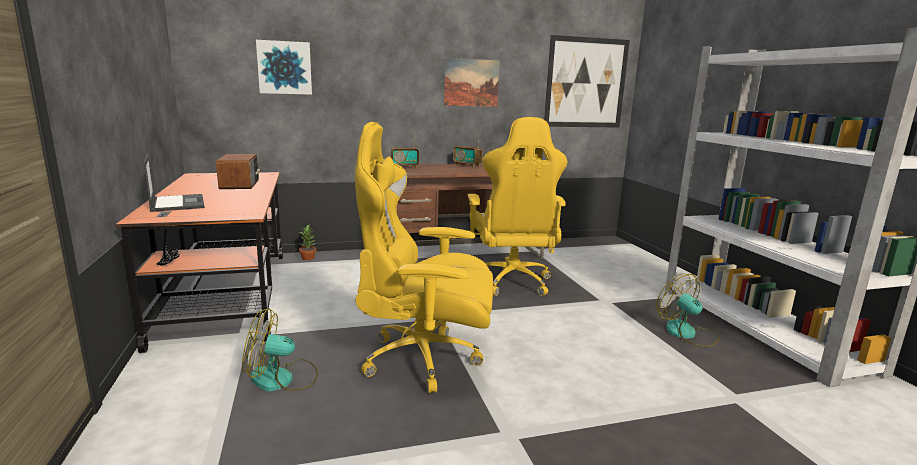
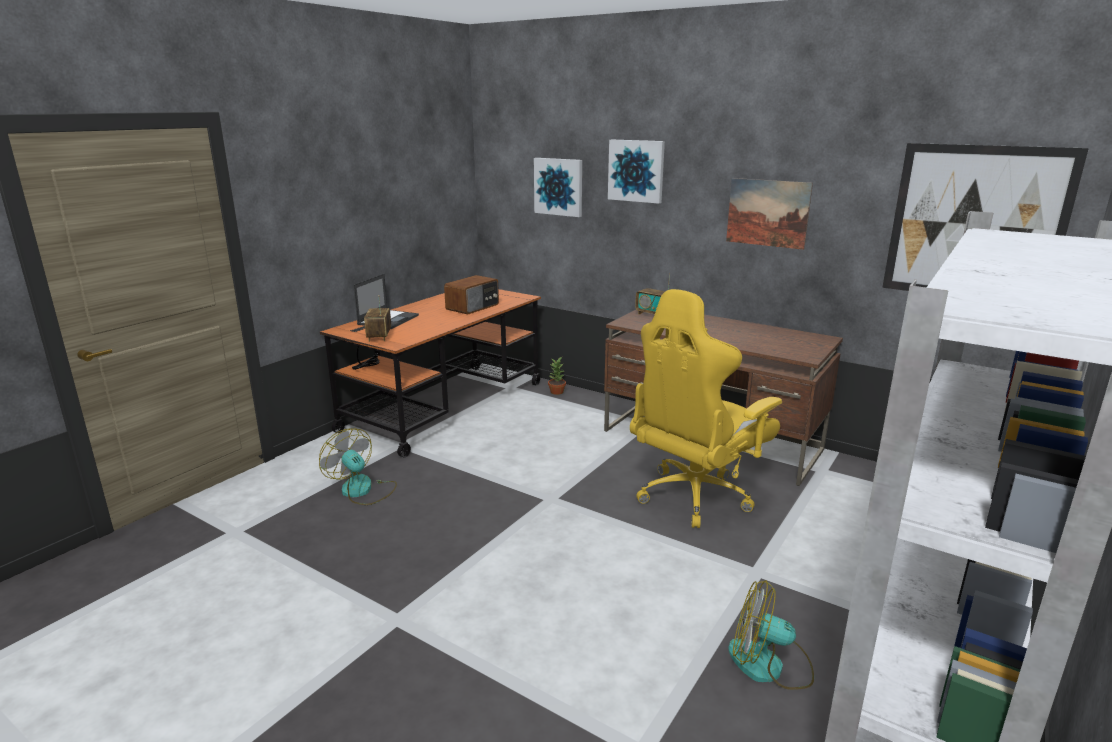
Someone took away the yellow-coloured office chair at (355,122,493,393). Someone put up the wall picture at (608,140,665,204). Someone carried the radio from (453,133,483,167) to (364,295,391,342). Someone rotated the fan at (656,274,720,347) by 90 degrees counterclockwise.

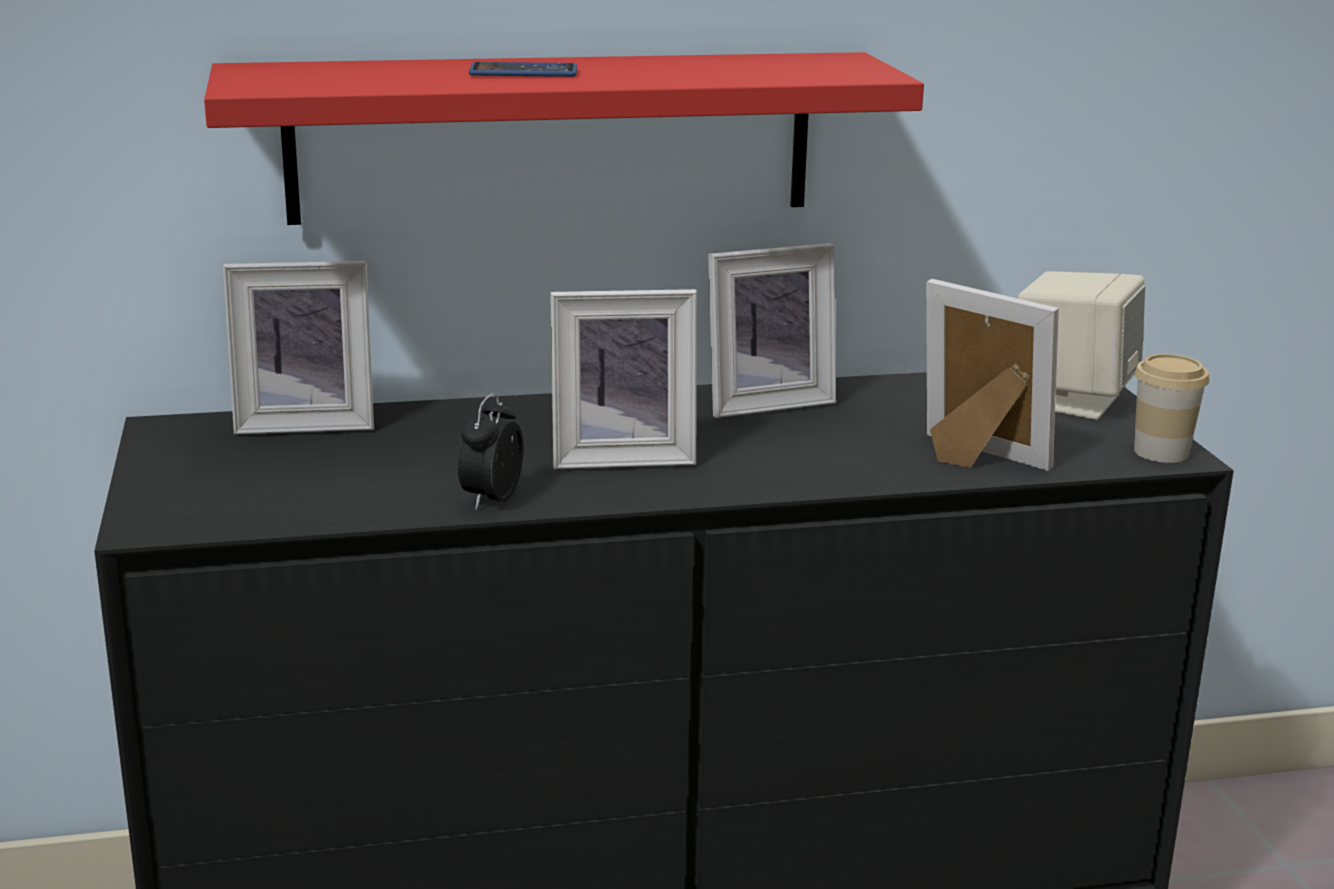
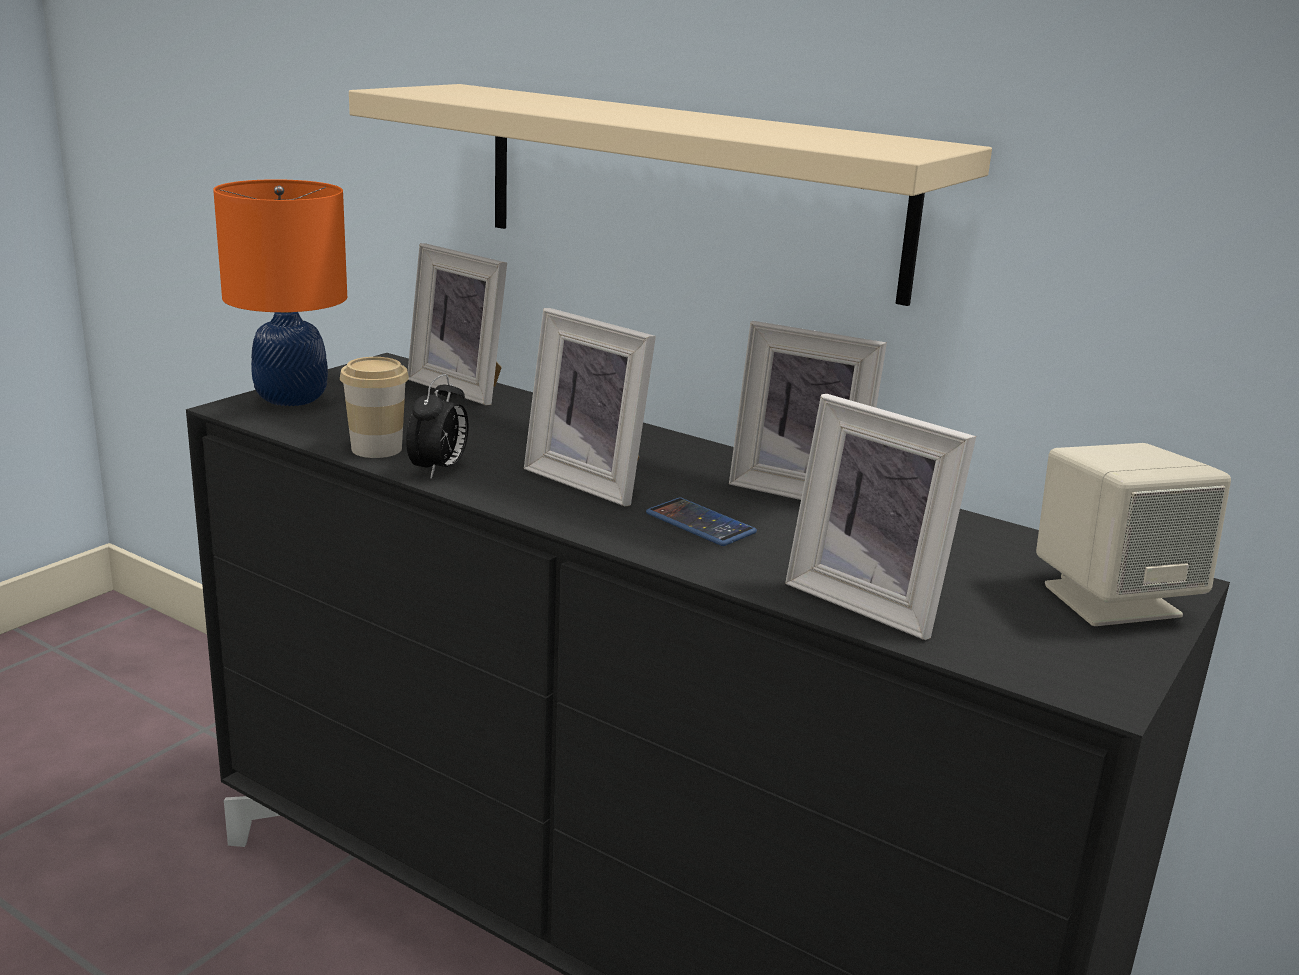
Someone put down the orangey lamp for a table at (213,179,347,406). Someone carried the handset from (469,62,577,77) to (646,498,757,546). Someone carried the cup from (1134,354,1209,463) to (340,357,409,458). Someone repainted the red bracket shelf at (204,52,924,225), which became the sand-coloured bracket shelf at (349,84,992,306). Someone rotated the alarm clock at (458,393,523,510) by 135 degrees clockwise. Someone rotated the photo frame at (926,279,1059,471) by 135 degrees clockwise.

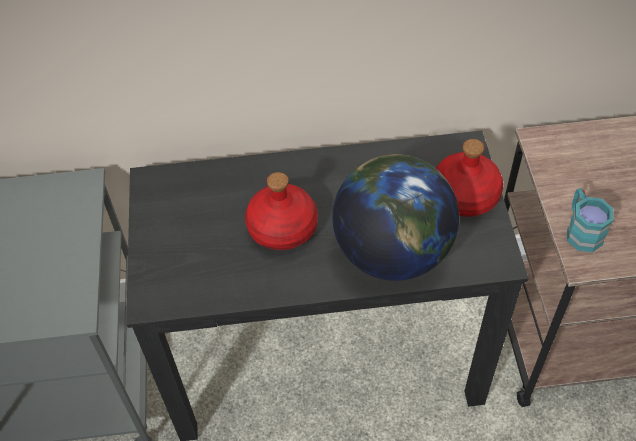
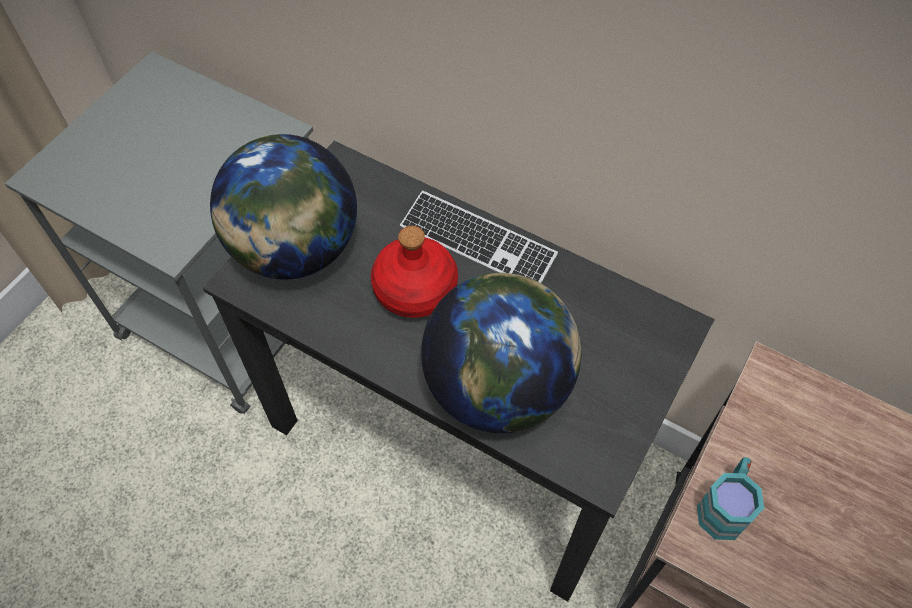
Someone took away the red drink bottle at (436,139,503,217). Someone put down the desk globe at (210,134,357,280). Someone put down the keyboard at (400,191,558,283).

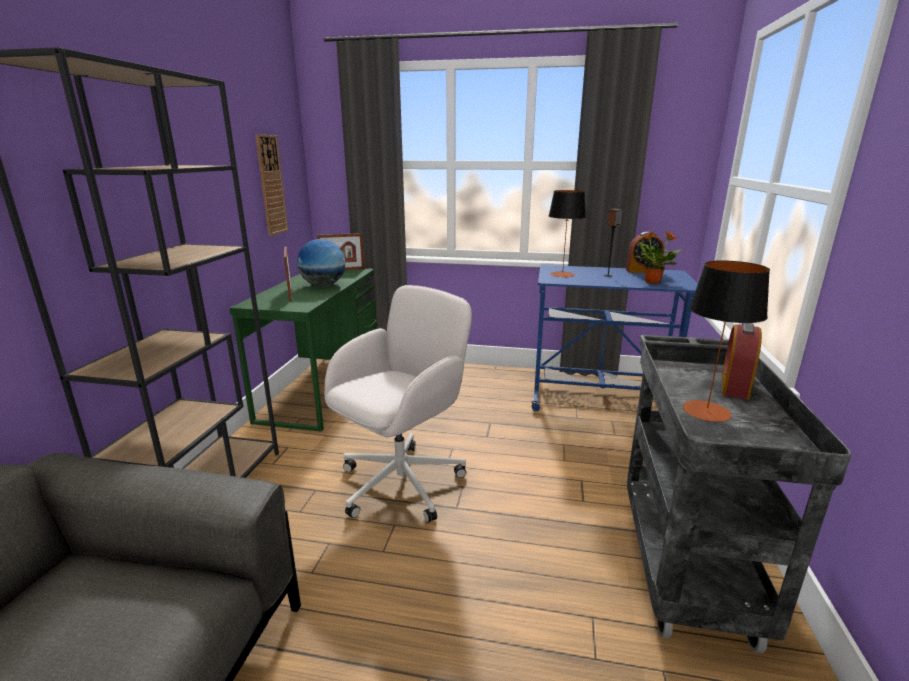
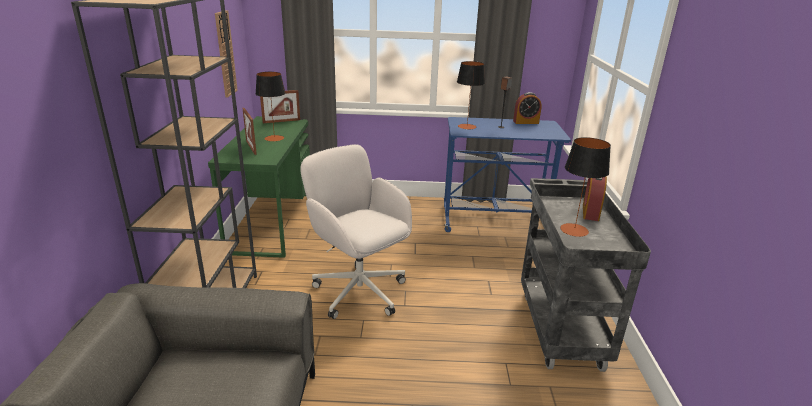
Someone took away the plant in a pot at (634,231,681,284). Someone swapped the desk globe at (297,239,345,287) for the lamp for a table at (256,72,285,142). Someone rotated the white office chair at (324,285,472,522) by 75 degrees counterclockwise.

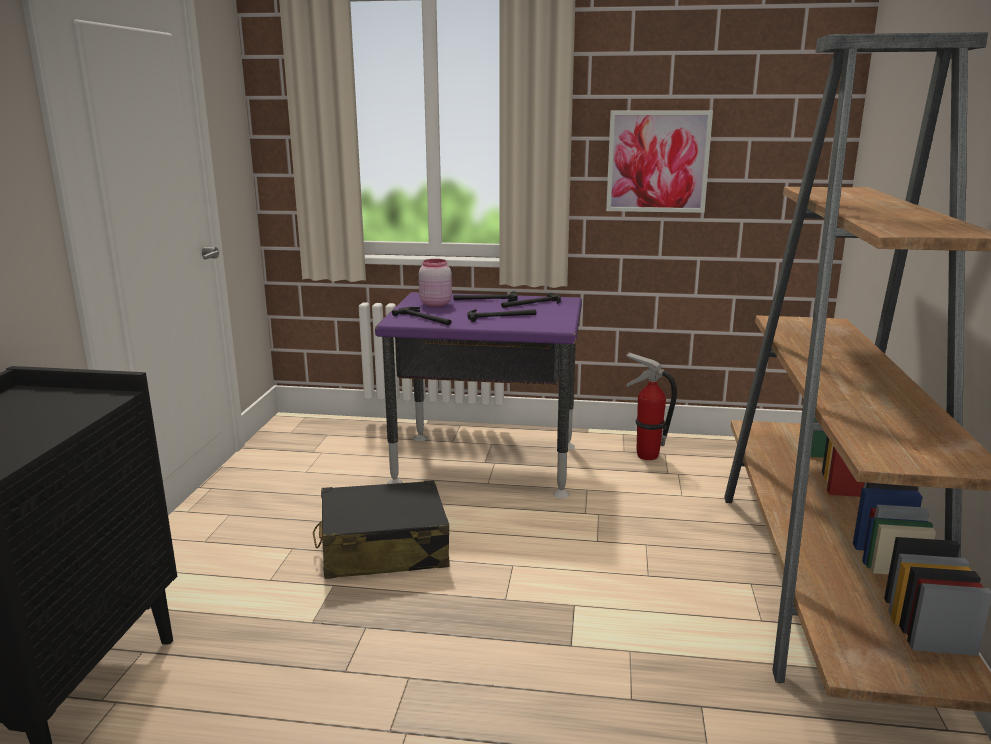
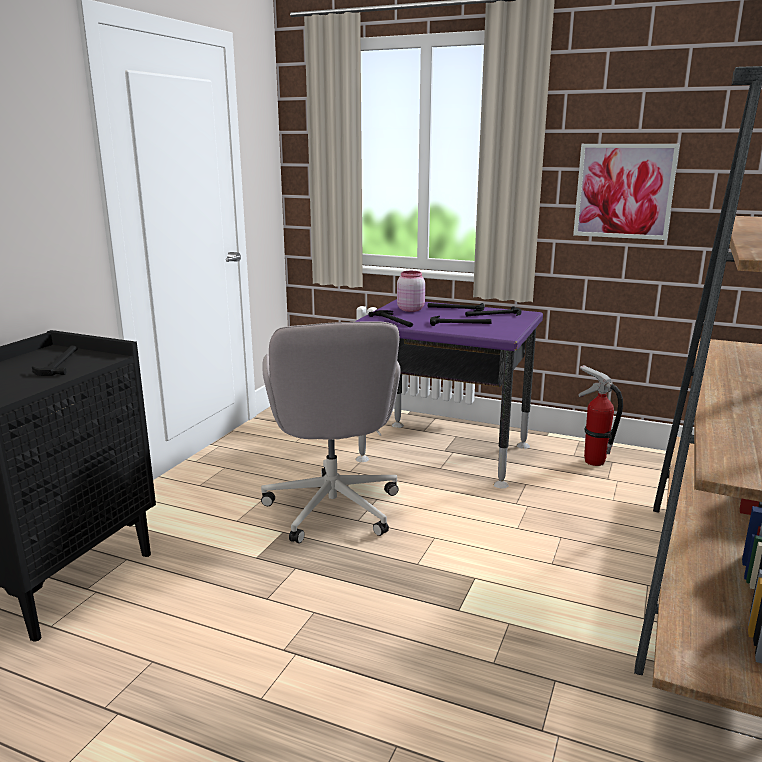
Someone put down the tool hammer at (32,345,78,376). Someone swapped the black piece of luggage at (313,480,450,579) for the grey office chair at (261,322,401,543).

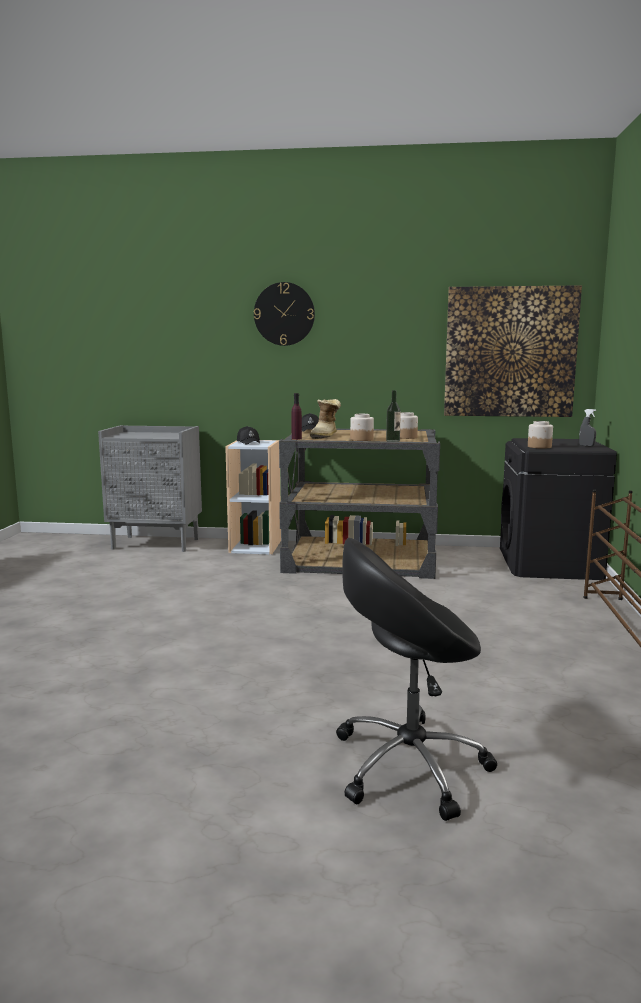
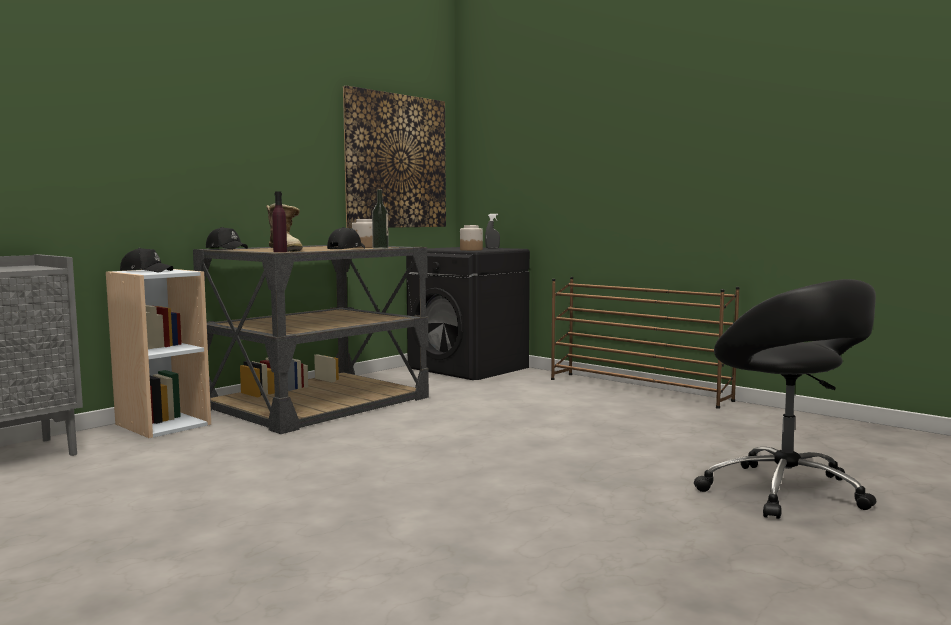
Someone took away the wall clock at (254,282,315,346). Someone swapped the storage jar at (350,414,374,441) for the black baseball cap at (327,227,365,249). Someone rotated the black office chair at (336,538,497,821) by 45 degrees counterclockwise.

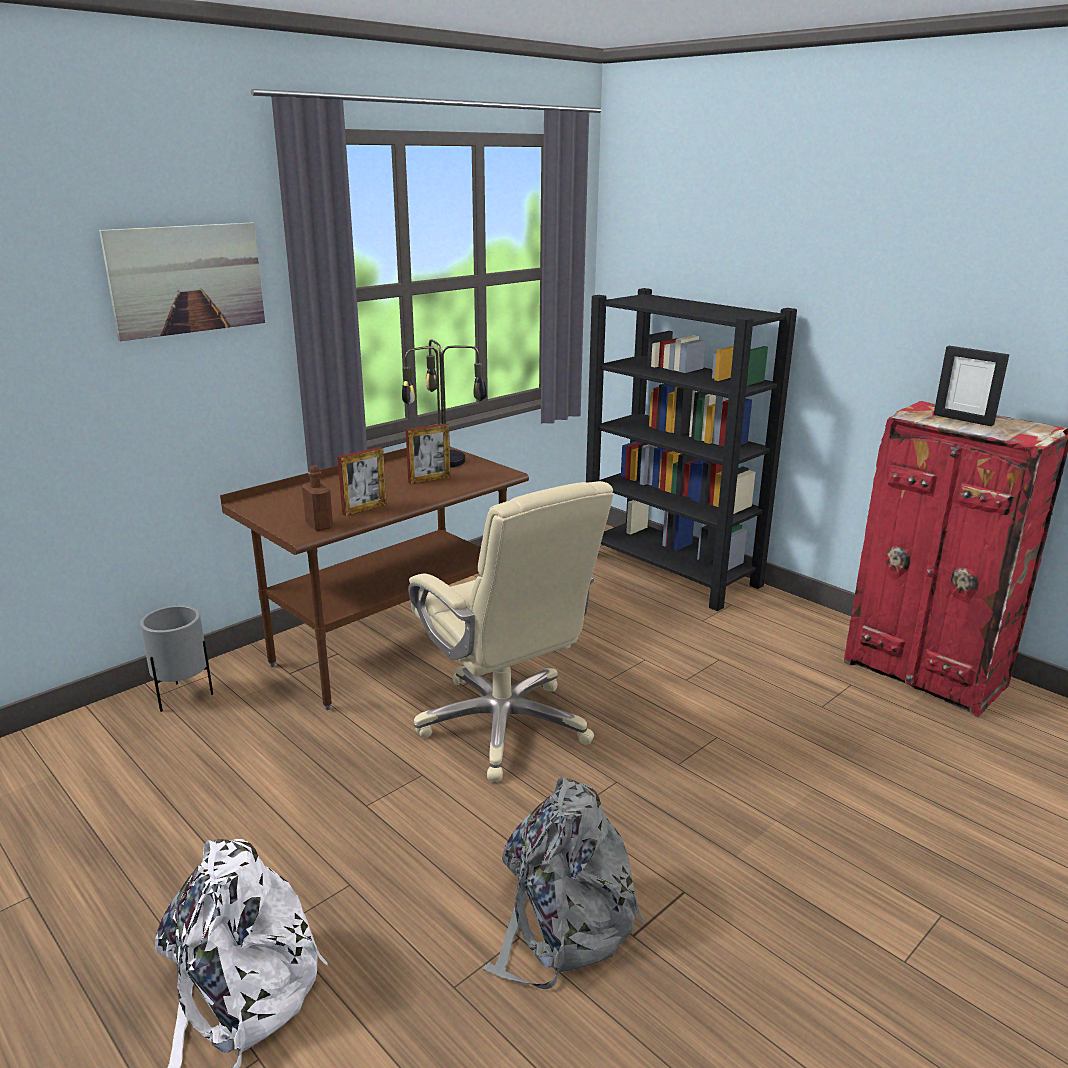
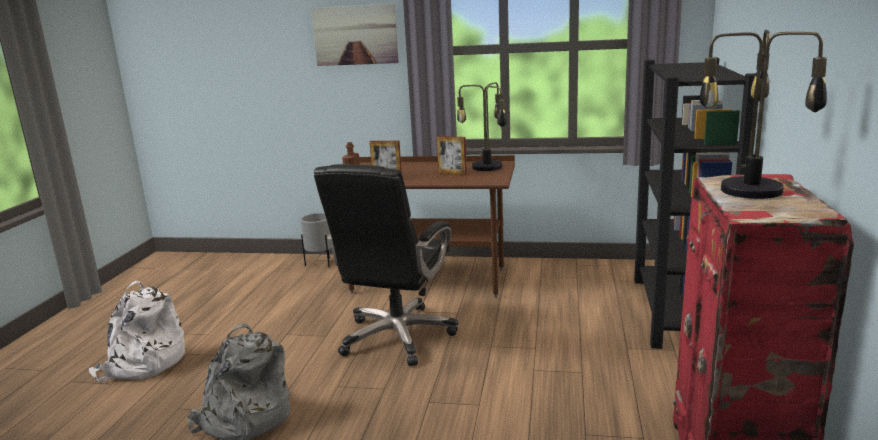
Someone swapped the photo frame at (933,346,1009,426) for the lamp for a table at (700,30,827,199). Someone repainted the sand-coloured office chair at (408,481,613,781), which became the black office chair at (314,164,458,366).

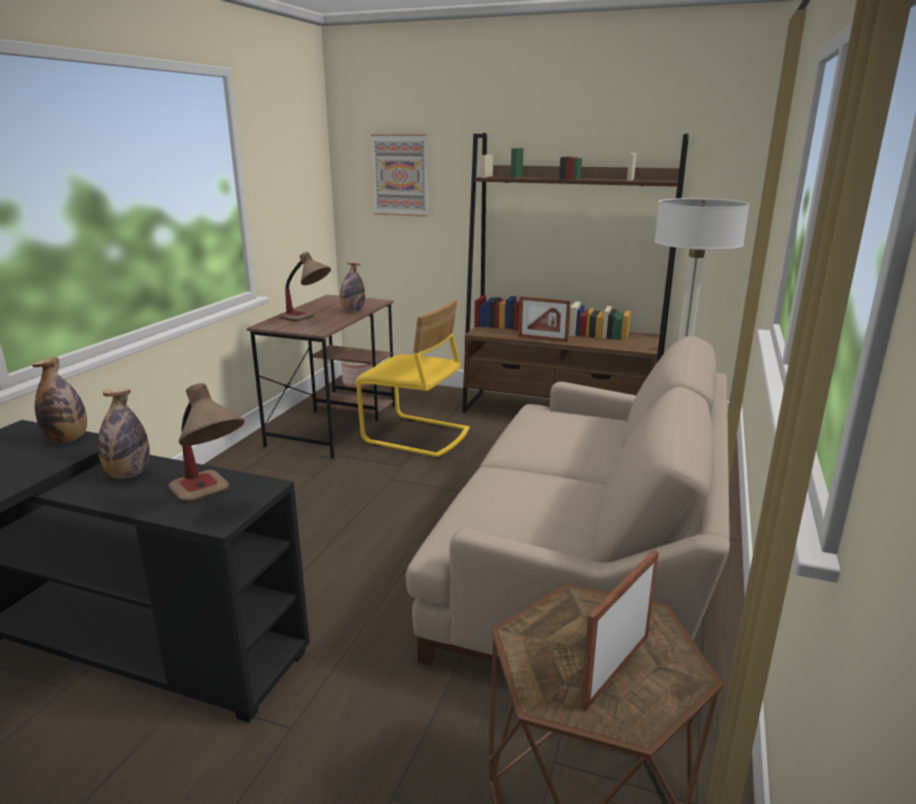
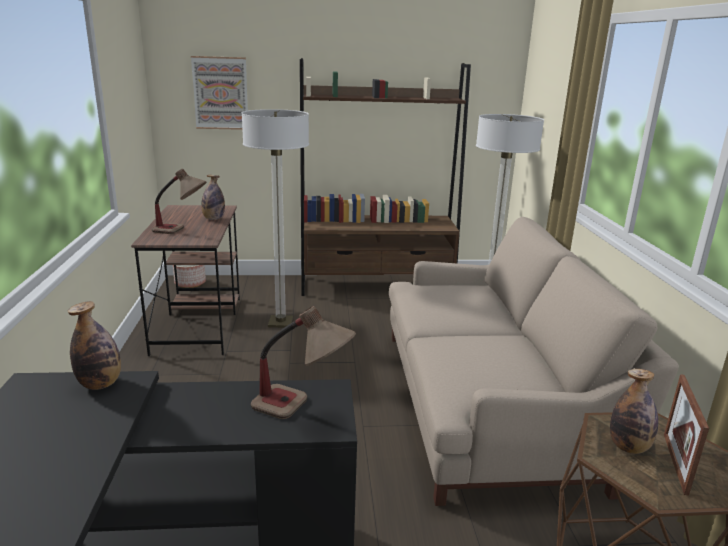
Someone took away the photo frame at (518,296,571,342). Someone carried the drink bottle from (98,388,150,479) to (610,369,658,454). Someone swapped the yellow-coloured upright chair at (355,299,470,458) for the standing lamp at (242,109,309,328).

